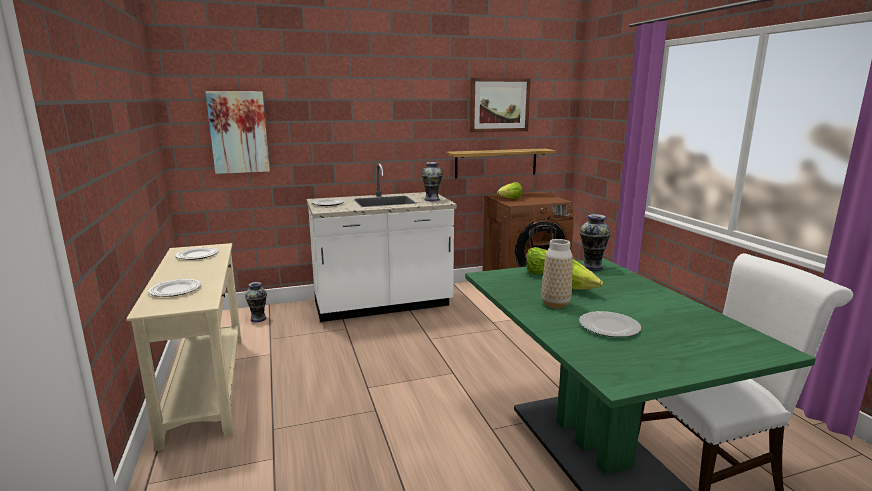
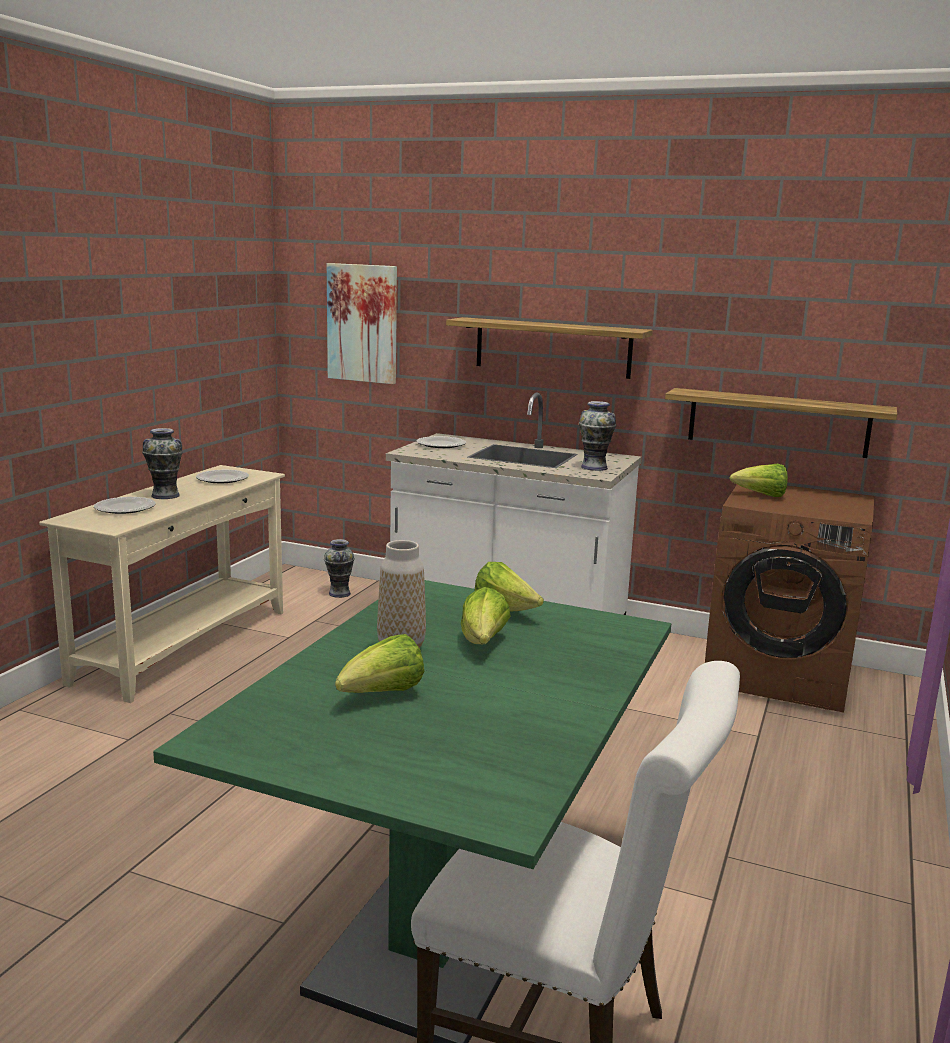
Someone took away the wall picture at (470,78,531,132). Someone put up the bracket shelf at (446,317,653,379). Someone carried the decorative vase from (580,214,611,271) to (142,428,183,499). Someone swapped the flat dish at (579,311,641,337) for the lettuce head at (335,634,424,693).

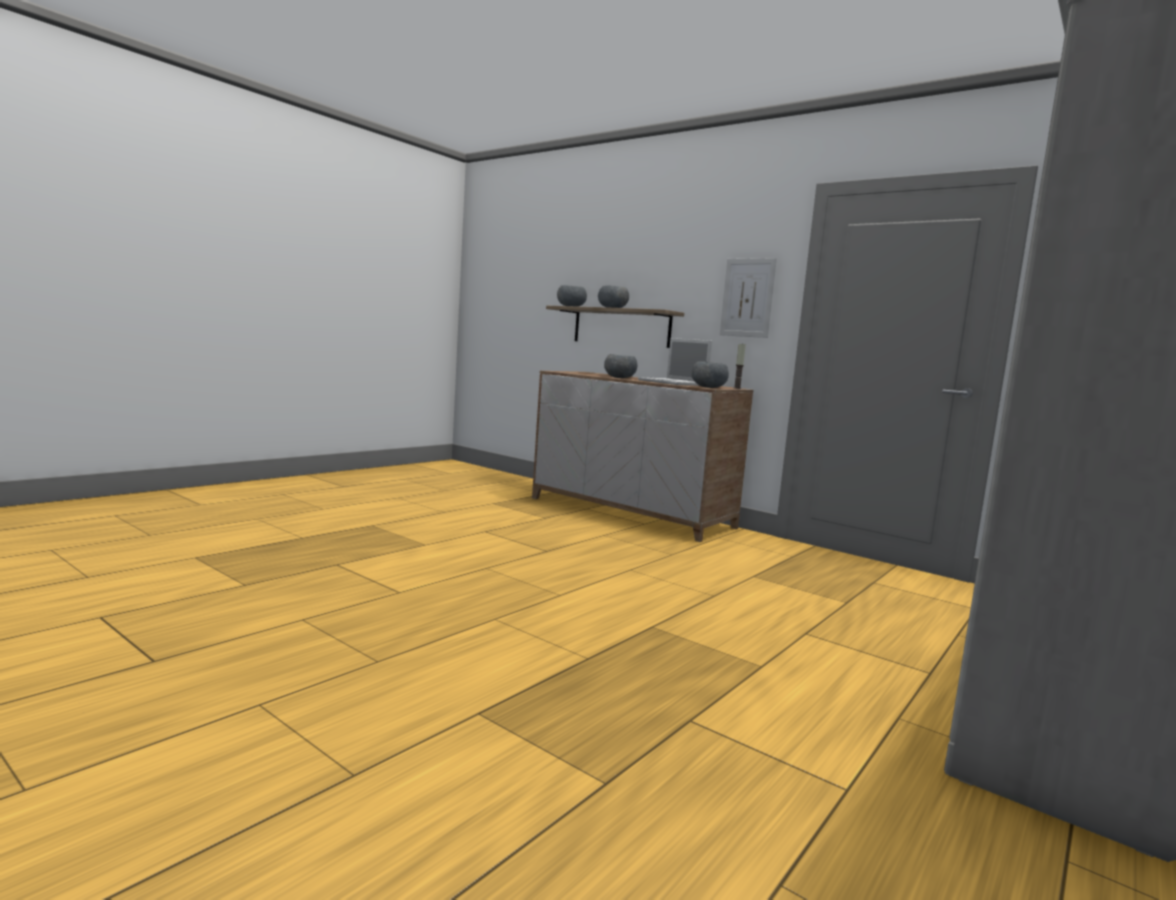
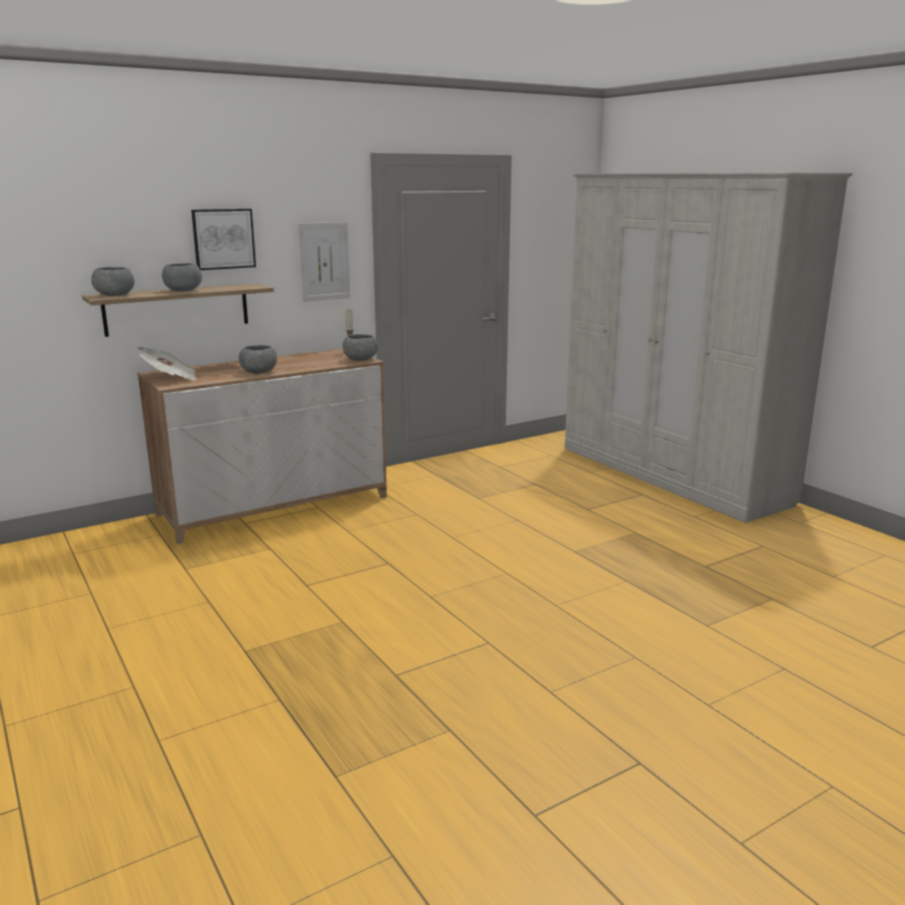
Someone took away the laptop at (638,338,712,386). Someone put down the printed paper at (137,347,196,380). Someone put up the wall picture at (191,209,256,270).

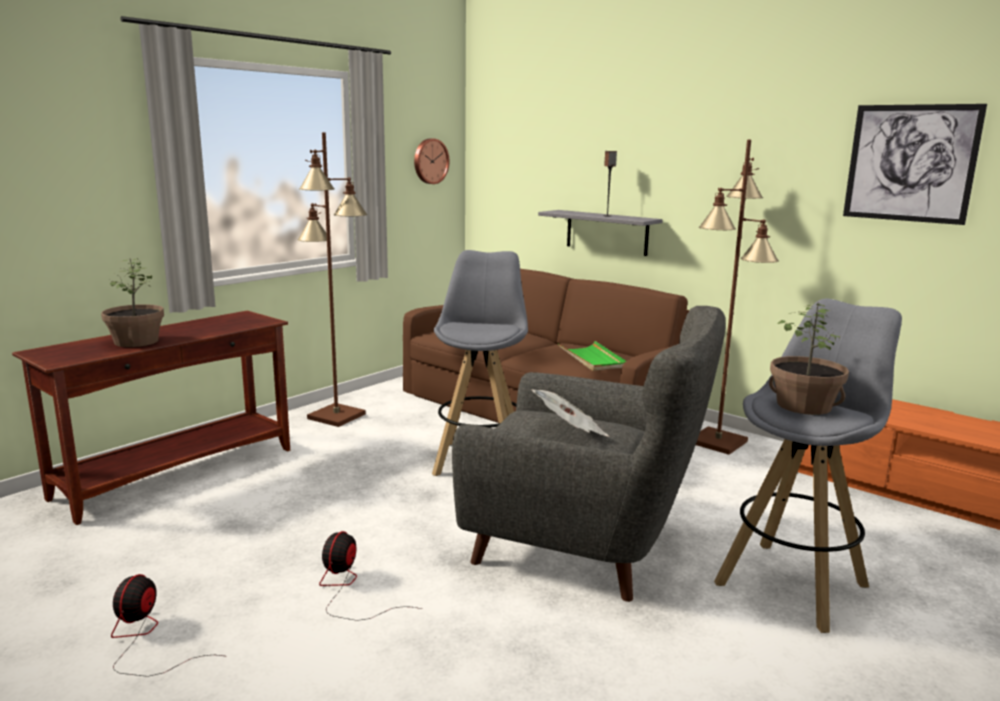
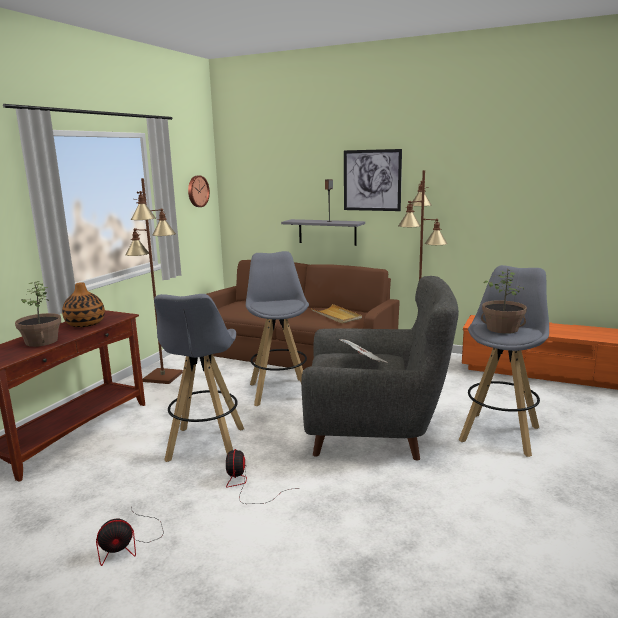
Someone put down the decorative vase at (62,282,105,327). Someone put down the grey stool at (154,294,244,462). Someone carried the wall picture from (843,104,987,225) to (344,149,402,211). Someone repainted the green serving tray at (558,341,626,371), which became the sand-coloured serving tray at (311,304,362,324). Someone rotated the fan at (111,574,223,677) by 105 degrees counterclockwise.

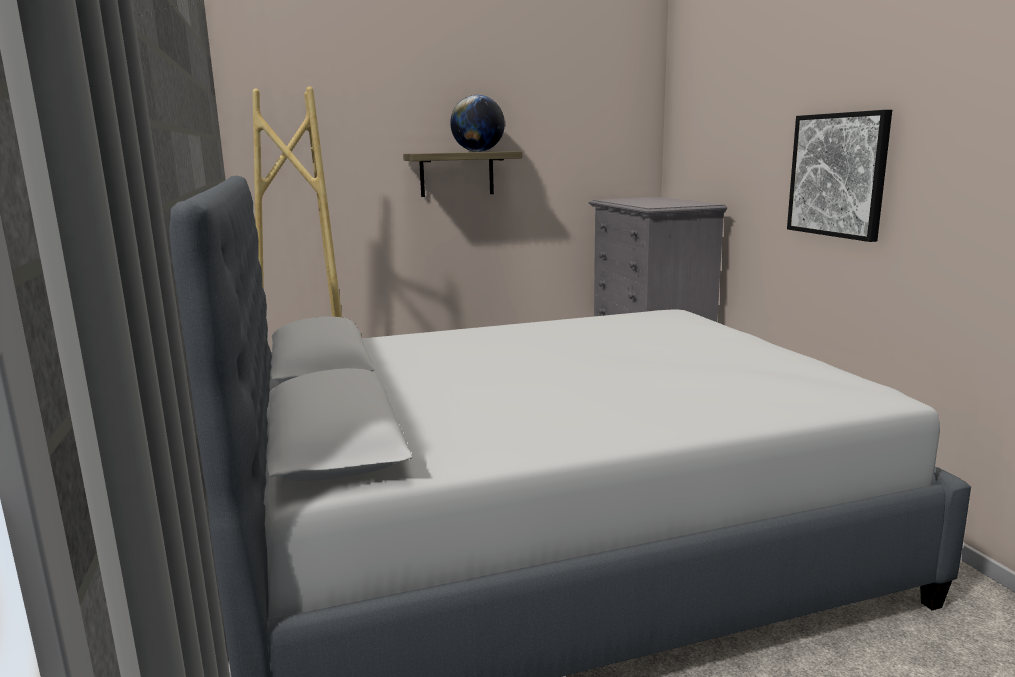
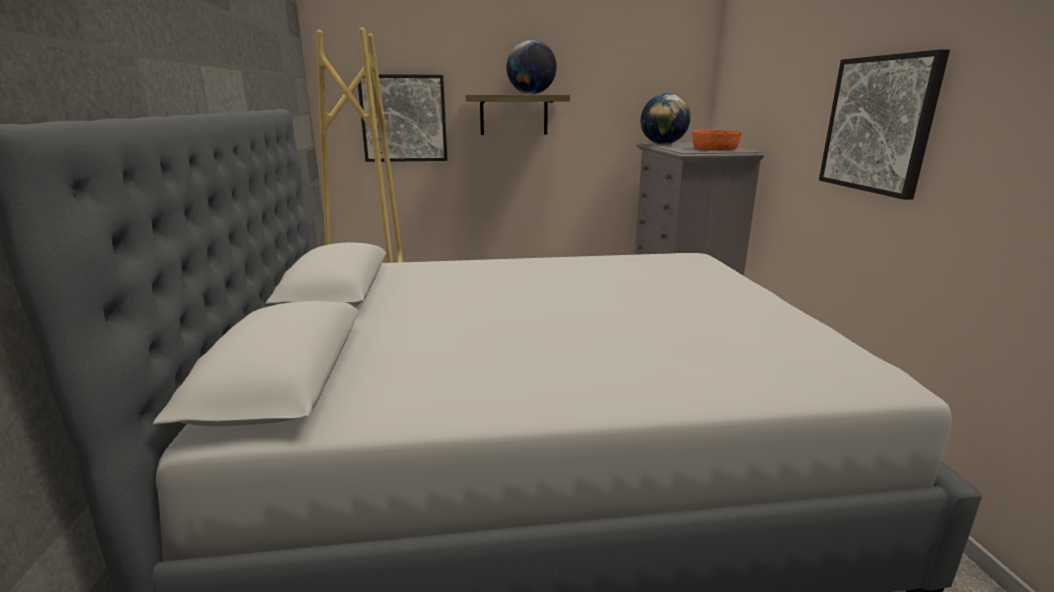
Someone put up the wall picture at (357,74,447,162). Someone put down the desk globe at (641,93,691,144). Someone put down the orangey serving bowl at (692,130,742,151).

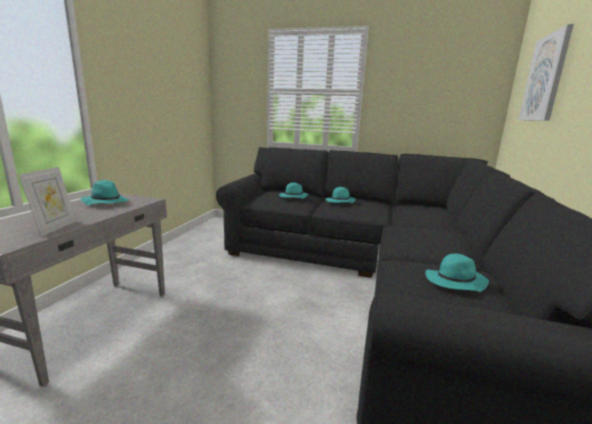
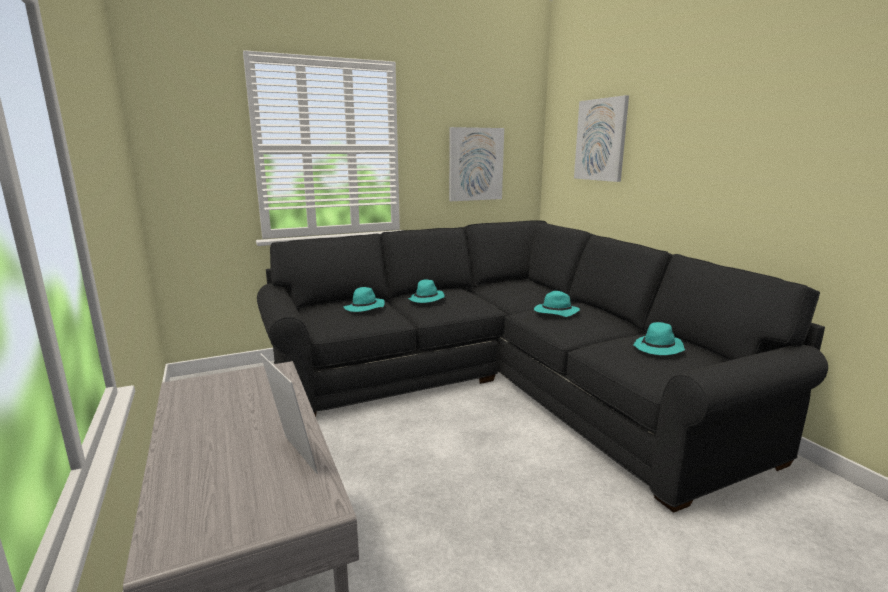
Someone put up the wall picture at (449,127,504,201). Someone carried the turquoise clothing hat from (81,180,129,205) to (534,291,580,317).

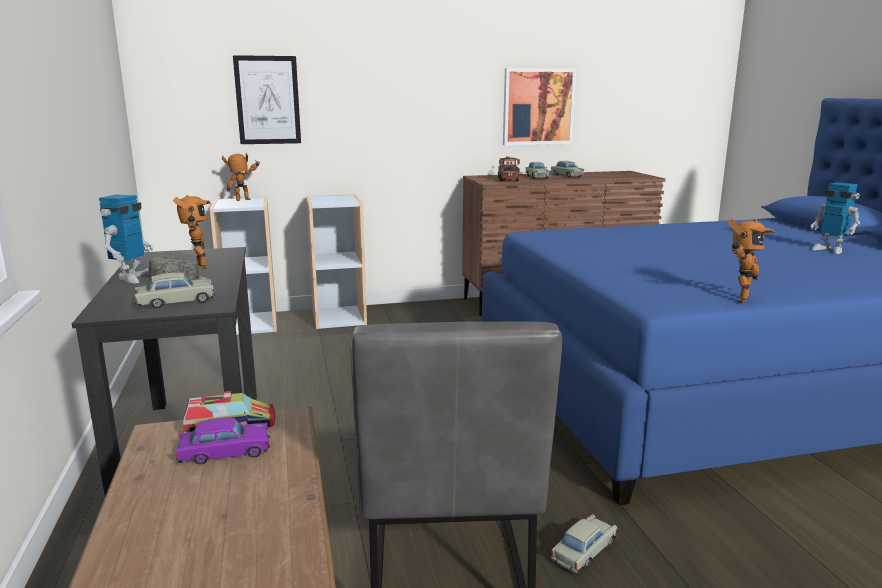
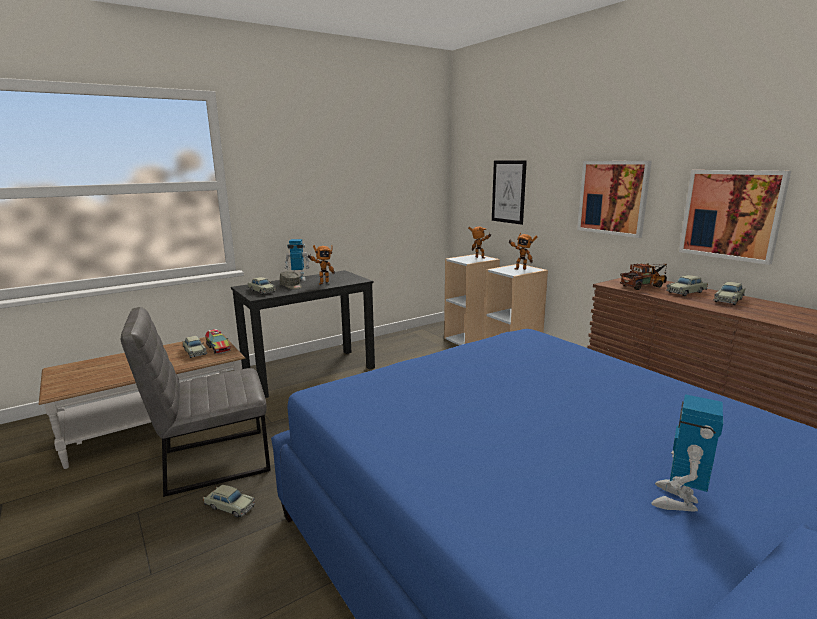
Someone put up the wall picture at (577,161,652,238). Someone carried the toy robot from (728,219,775,303) to (508,232,537,270). Someone repainted the purple-coloured miniature car at (174,418,270,464), which became the sand-coloured miniature car at (183,336,207,358).

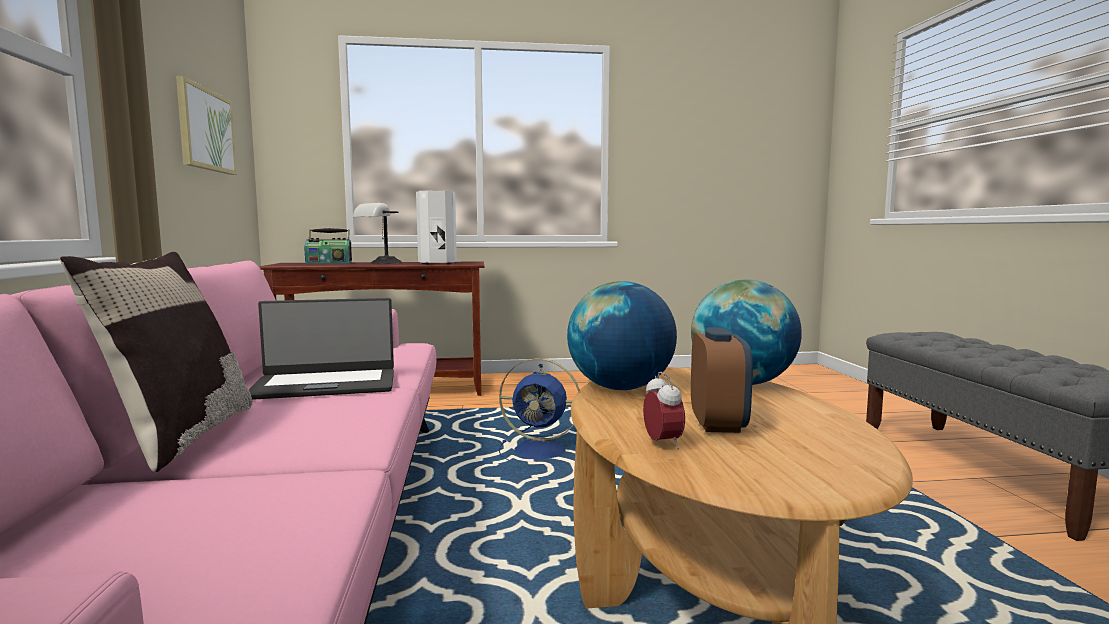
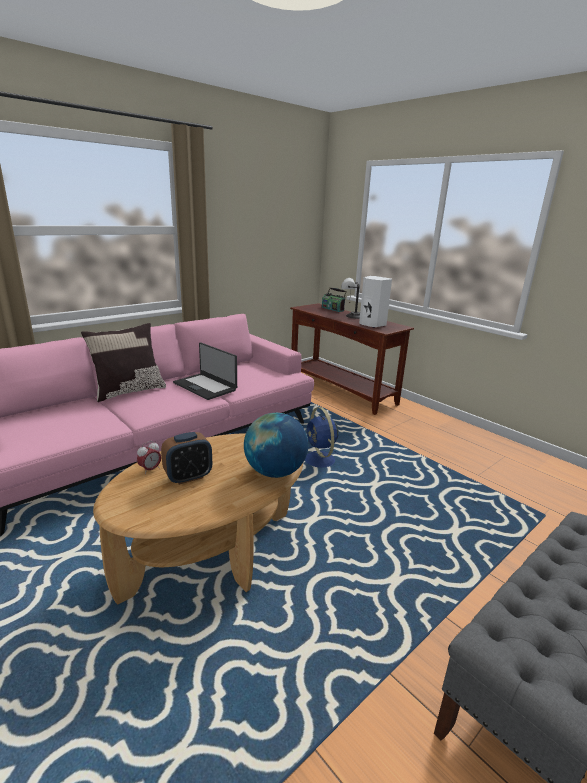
Someone took away the wall picture at (176,76,237,175). Someone took away the desk globe at (567,281,677,390).

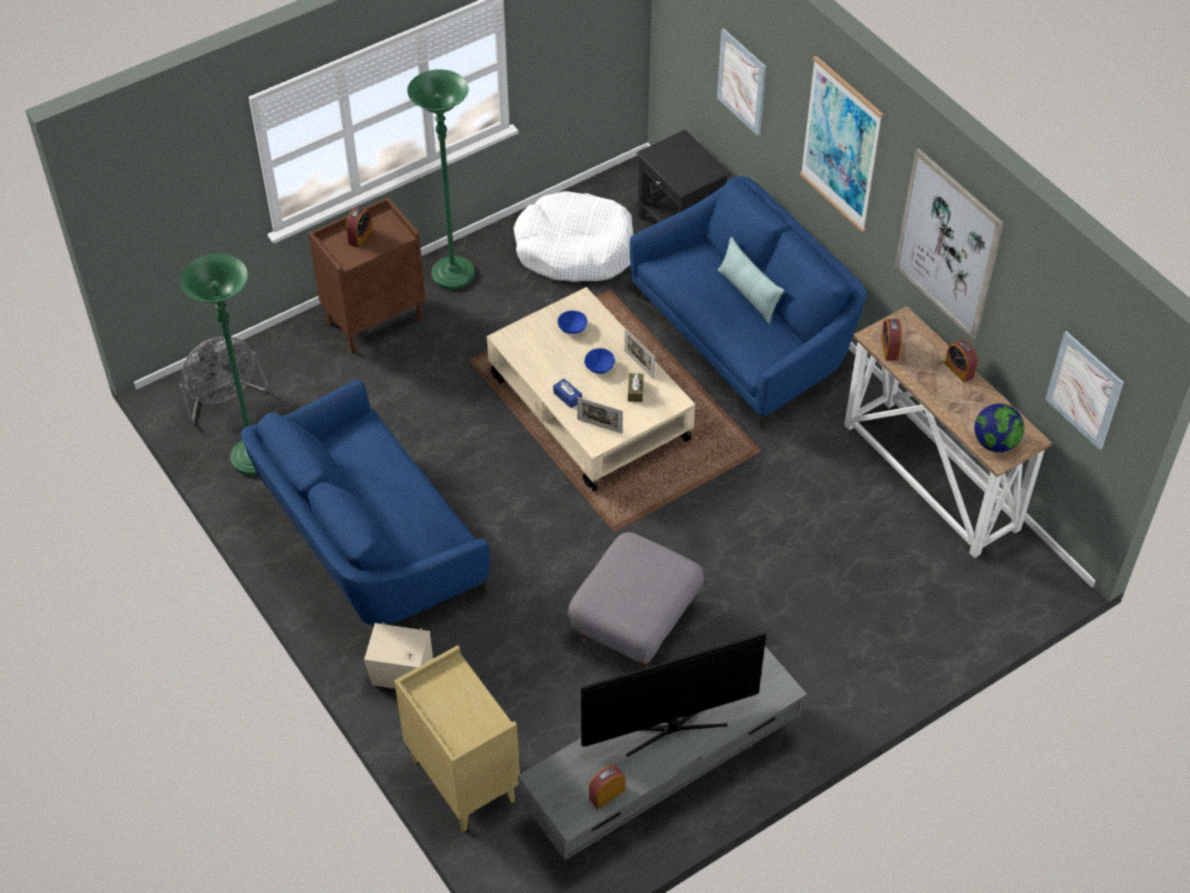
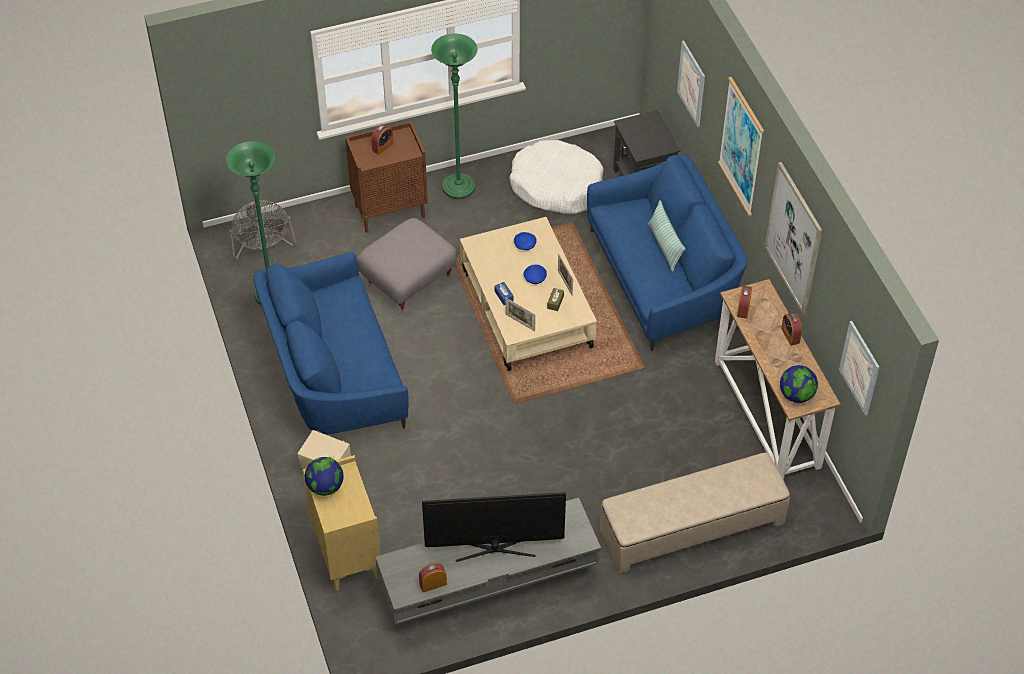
Someone put down the desk globe at (305,457,344,496). Someone put down the sand-coloured bench at (600,452,790,574). Someone carried the grey ottoman from (568,532,704,668) to (357,218,457,313).

